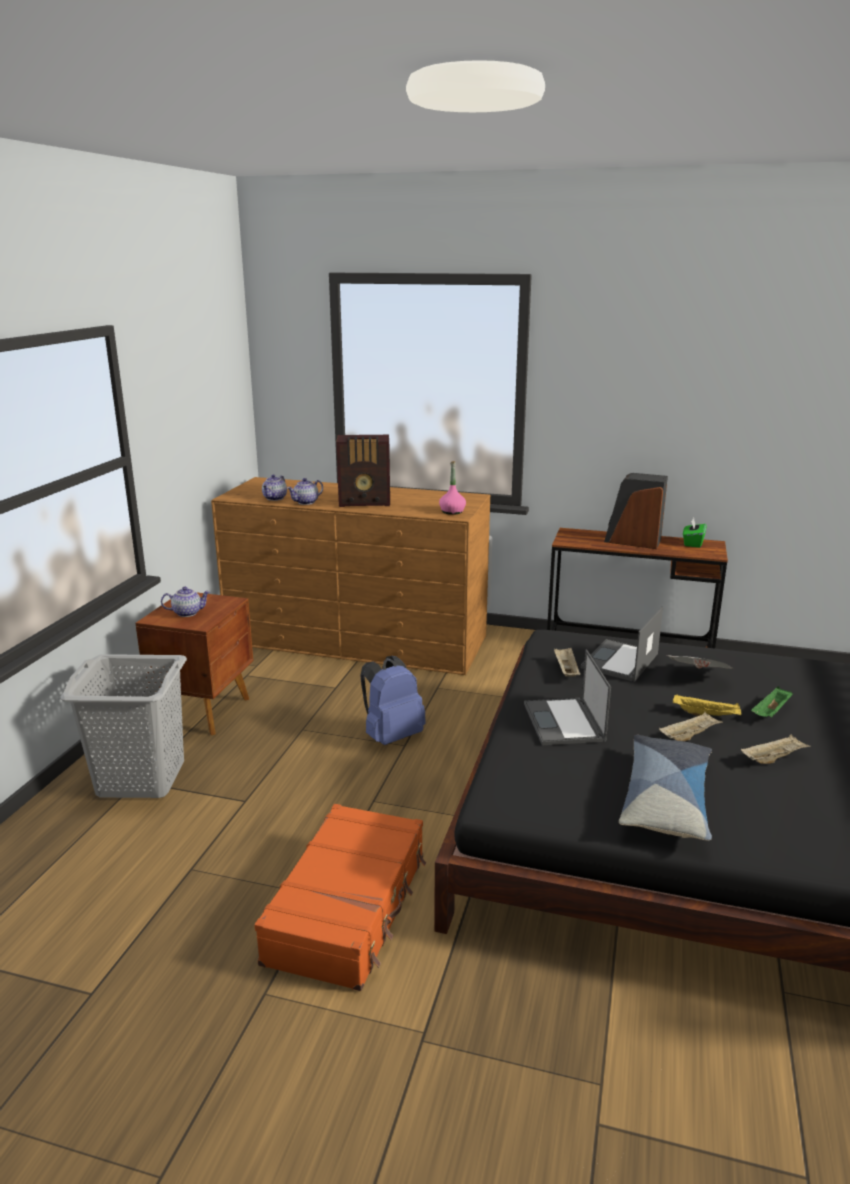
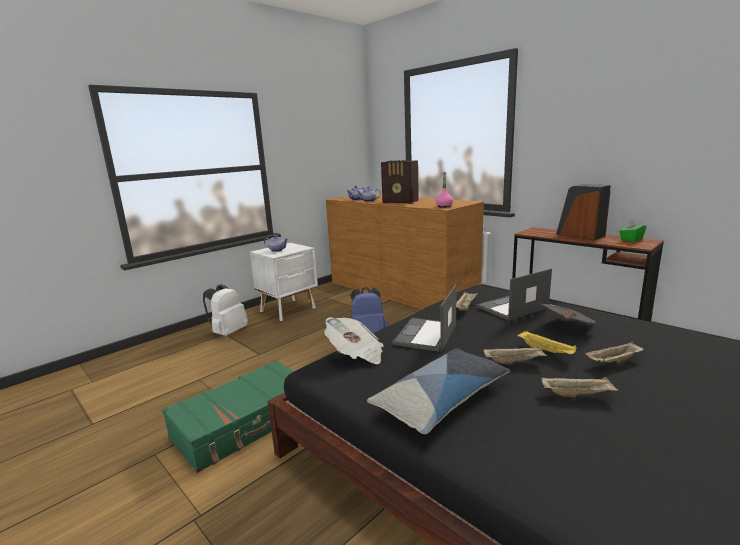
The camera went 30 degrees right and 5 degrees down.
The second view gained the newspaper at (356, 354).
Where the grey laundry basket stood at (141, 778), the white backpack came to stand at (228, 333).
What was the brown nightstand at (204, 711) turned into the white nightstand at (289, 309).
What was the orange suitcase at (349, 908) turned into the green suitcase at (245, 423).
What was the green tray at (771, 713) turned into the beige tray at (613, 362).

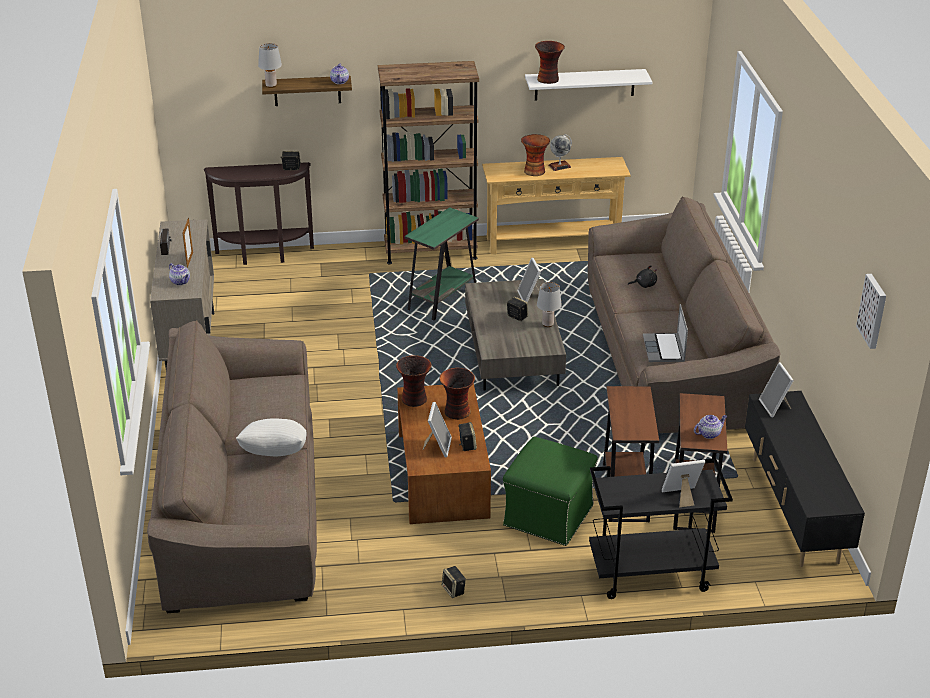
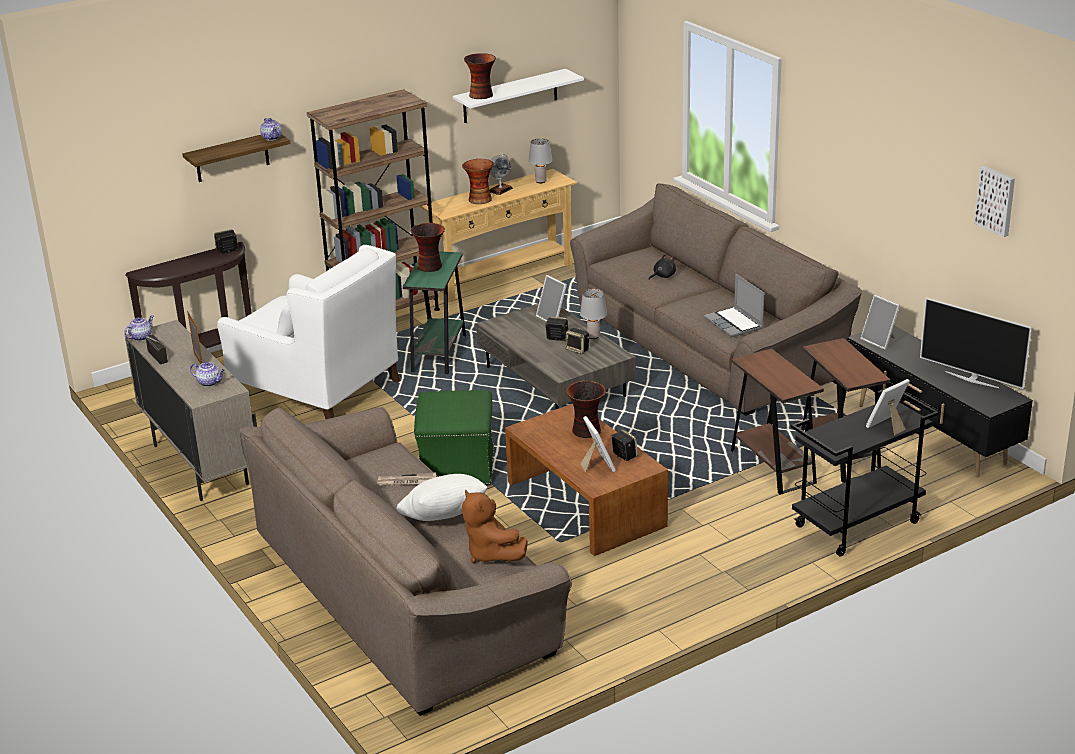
The camera went 25 degrees left and 5 degrees down.
The second view gained the white armchair at (317, 389).
The second view gained the newspaper at (406, 482).
The second view gained the brown plush toy at (491, 554).
The second view gained the television at (972, 379).
The grey table lamp ended up elsewhere, having gone from (271, 85) to (540, 181).
The vase ended up elsewhere, having gone from (415, 399) to (430, 267).
The speaker ended up elsewhere, having gone from (454, 590) to (578, 350).
The green ottoman ended up elsewhere, having gone from (548, 516) to (457, 467).
The teapot ended up elsewhere, having gone from (709, 433) to (141, 337).

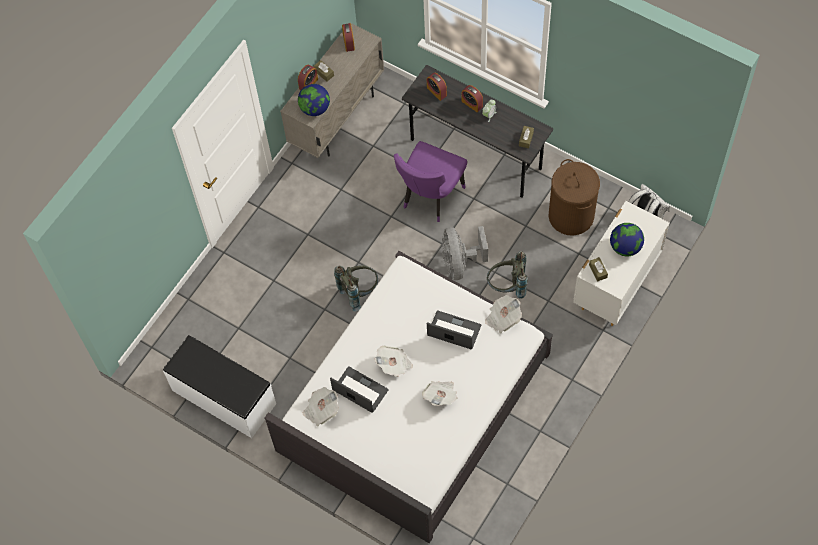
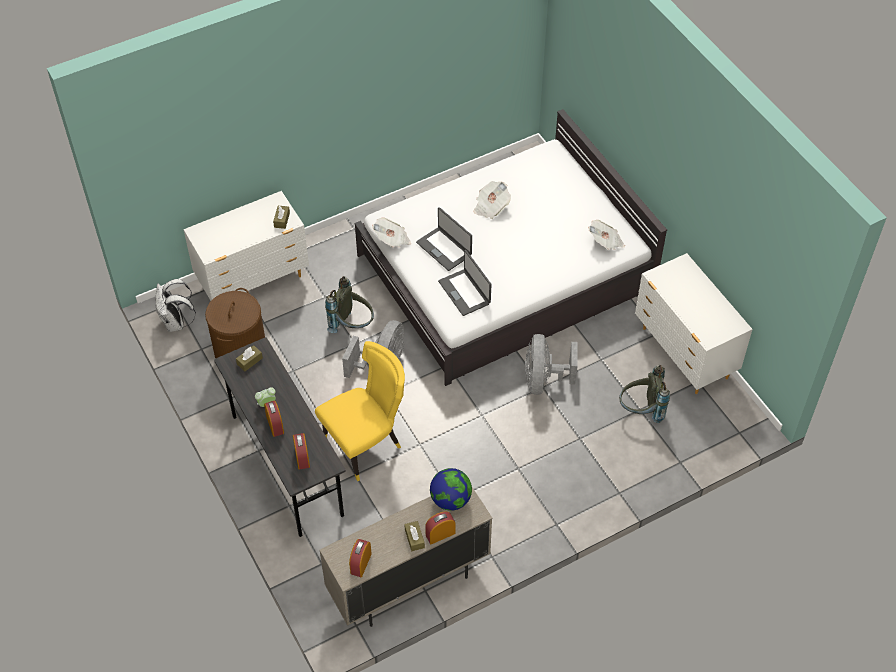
The camera went 155 degrees left and 10 degrees down.
The second view lost the newspaper at (394, 365).
The second view lost the globe at (625, 247).
The second view gained the grey fan at (544, 380).
The laptop ended up elsewhere, having gone from (360, 390) to (465, 292).
The grey backpack ended up elsewhere, having gone from (359, 292) to (641, 411).
Where the white bench stood at (223, 397), the white dresser came to stand at (684, 354).
What was the purple chair at (430, 197) turned into the yellow chair at (366, 443).

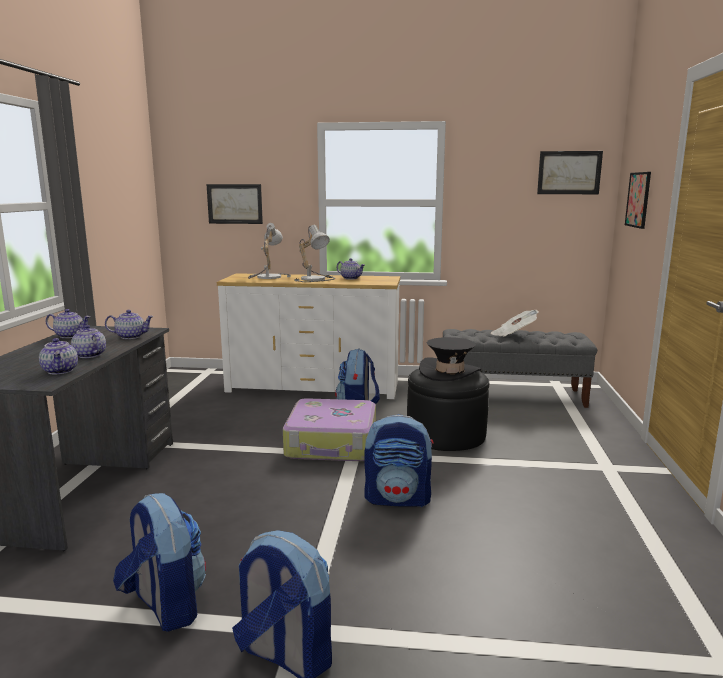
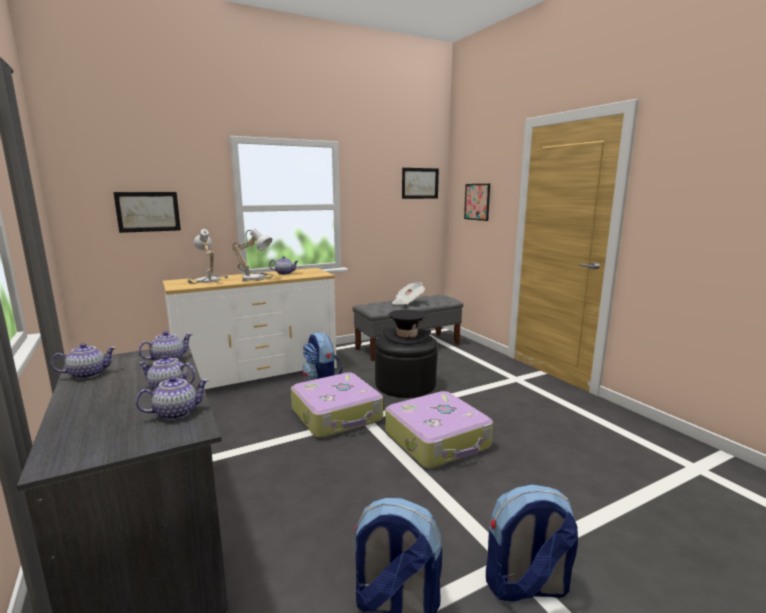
The camera went 35 degrees left and 0 degrees up.
Where the backpack stood at (398, 499), the suitcase came to stand at (438, 440).
The teapot at (61, 371) ended up facing another way, 60 degrees counterclockwise from before.

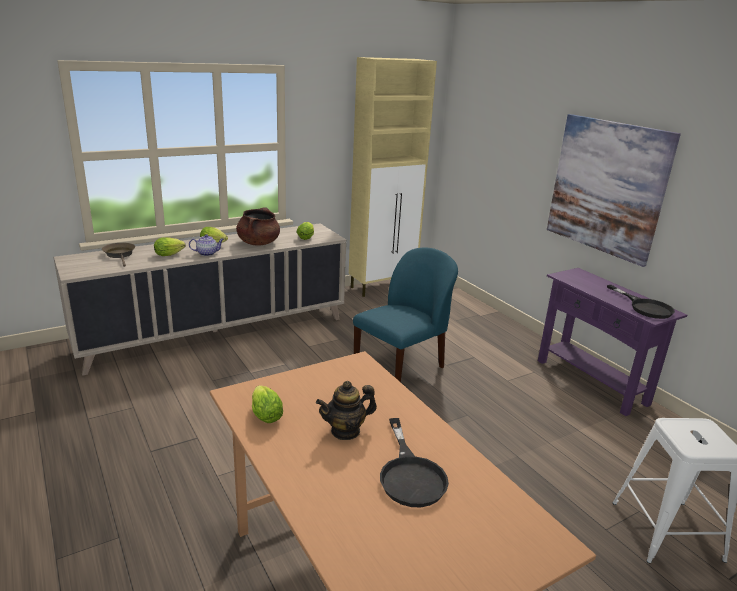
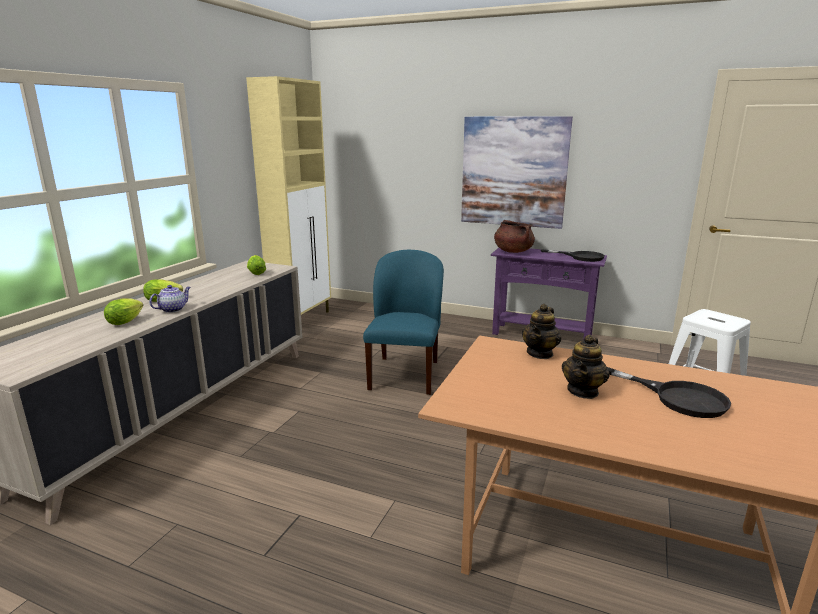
The camera went 35 degrees left and 5 degrees down.
The second view lost the brown frying pan at (120, 255).
The second view lost the lettuce at (265, 414).
The second view gained the teapot at (540, 353).
The brown cooking pot ended up elsewhere, having gone from (258, 243) to (513, 251).

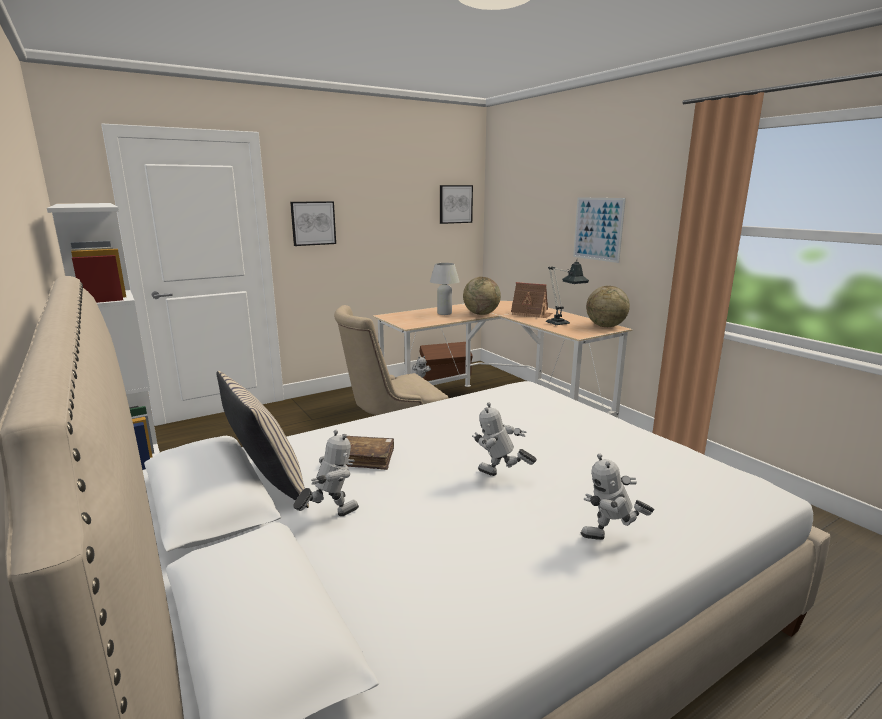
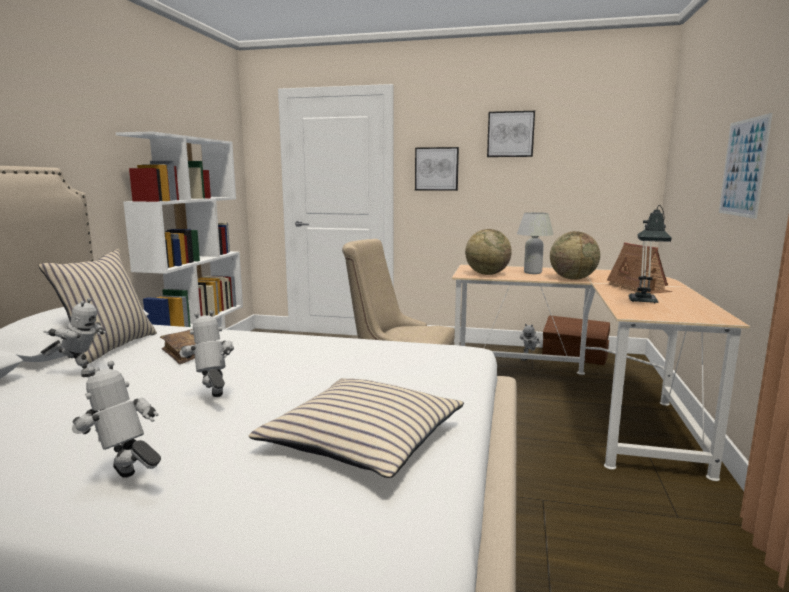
The camera went 45 degrees right and 5 degrees down.
The second view gained the beige pillow at (362, 440).
The picture ended up elsewhere, having gone from (455, 204) to (510, 134).
The globe ended up elsewhere, having gone from (605, 326) to (487, 274).

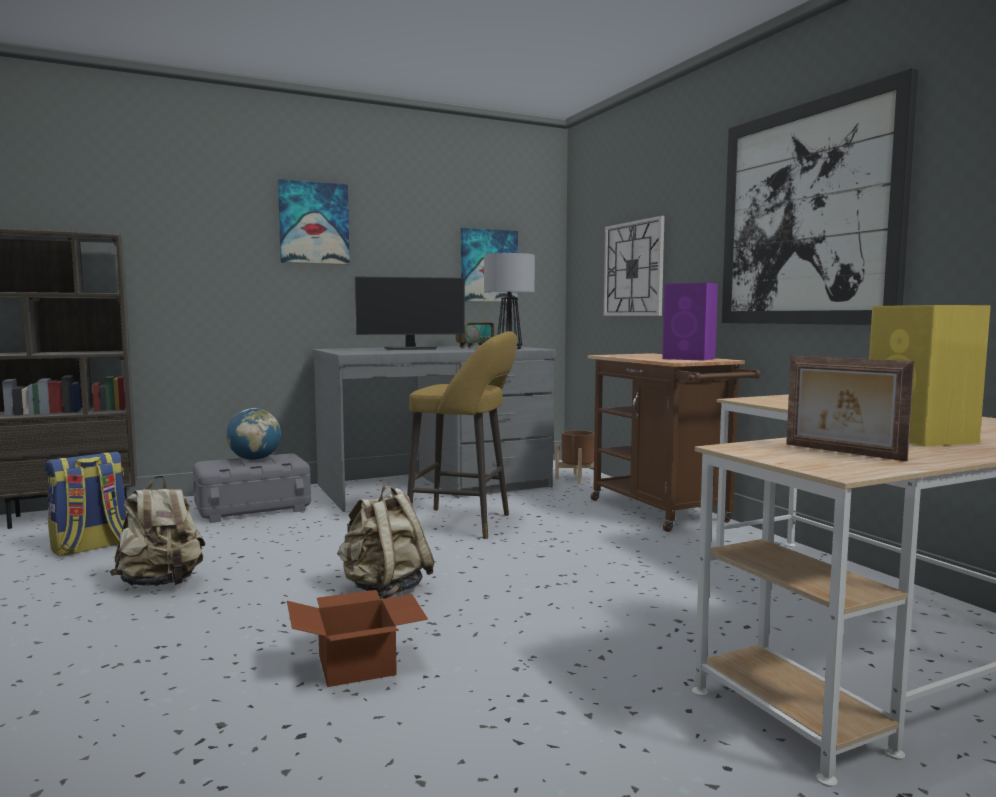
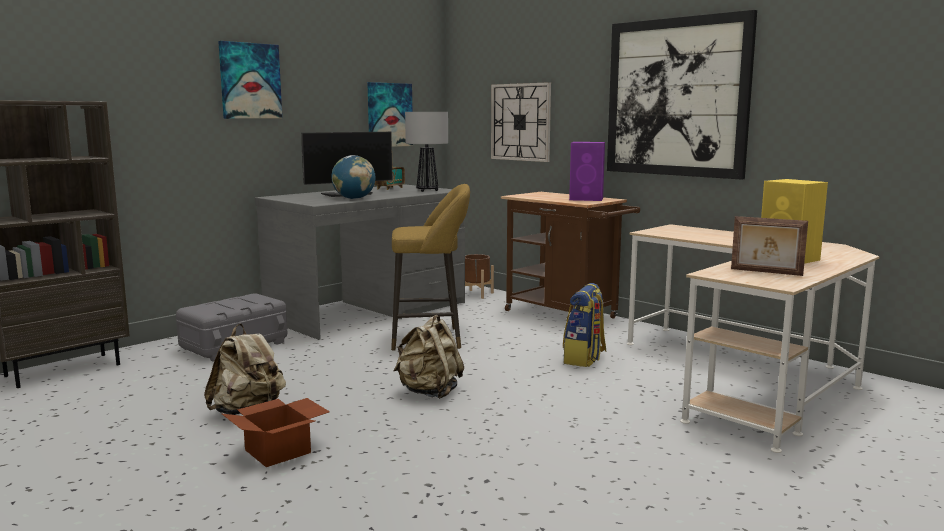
The camera went 20 degrees left and 5 degrees up.
The backpack ended up elsewhere, having gone from (90, 547) to (584, 359).
The globe ended up elsewhere, having gone from (255, 459) to (354, 199).
The cardboard box ended up elsewhere, having gone from (359, 665) to (280, 451).

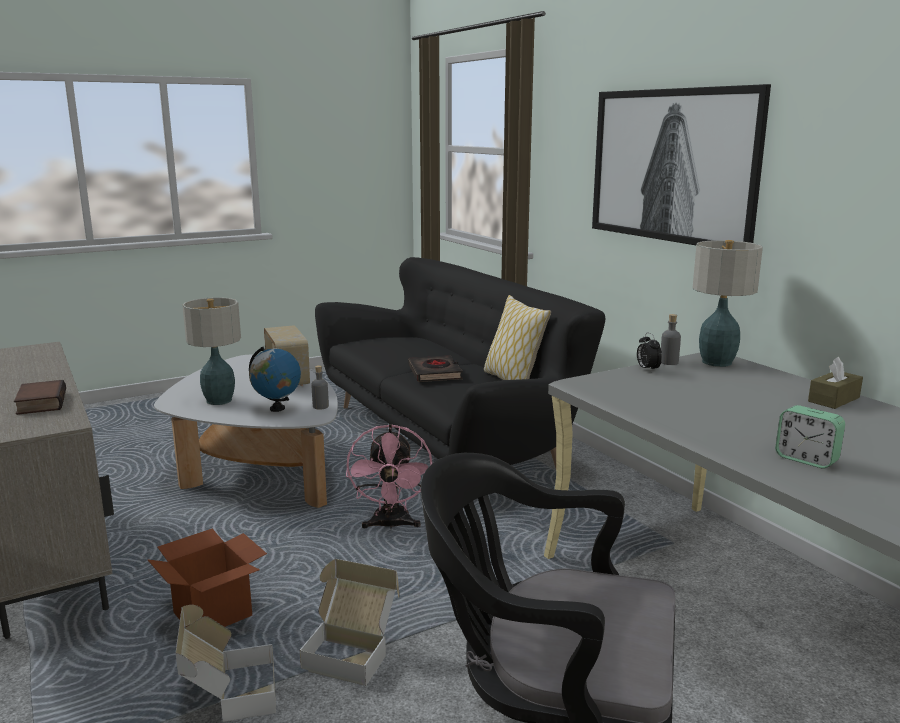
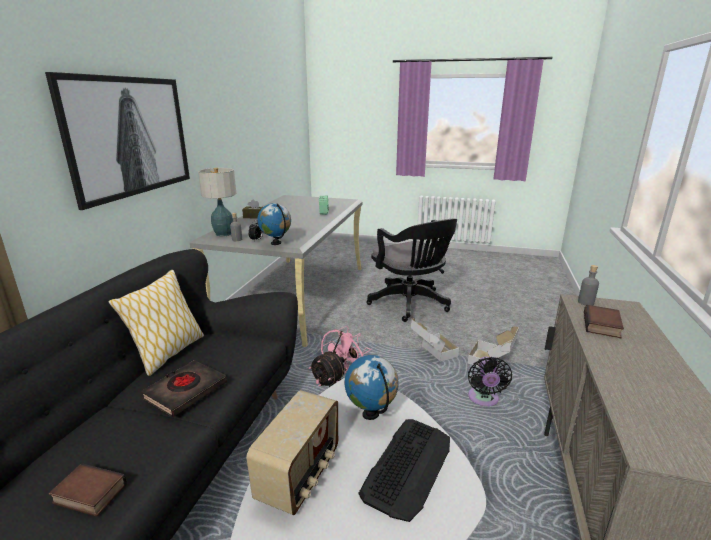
The camera went 135 degrees left and 5 degrees up.
The second view gained the book at (88, 494).
The second view gained the globe at (276, 243).
The grey bottle ended up elsewhere, having gone from (320, 406) to (586, 302).
Where the cardboard box stood at (213, 616), the black fan came to stand at (483, 399).
Where the table lamp stood at (219, 401), the keyboard came to stand at (408, 466).

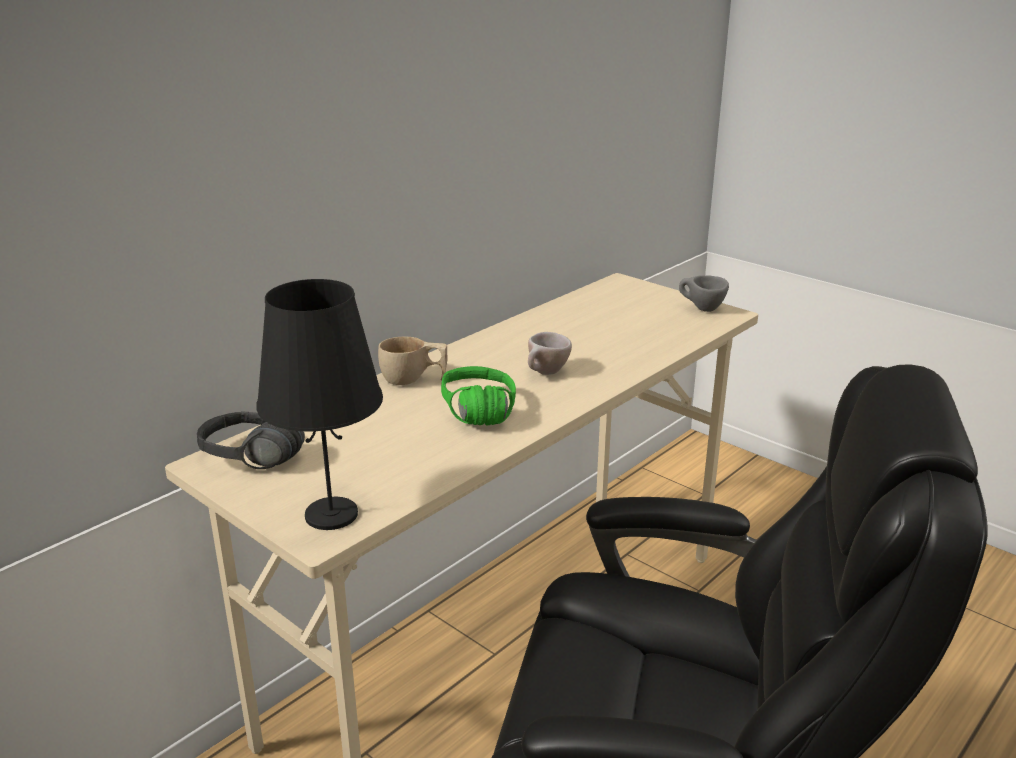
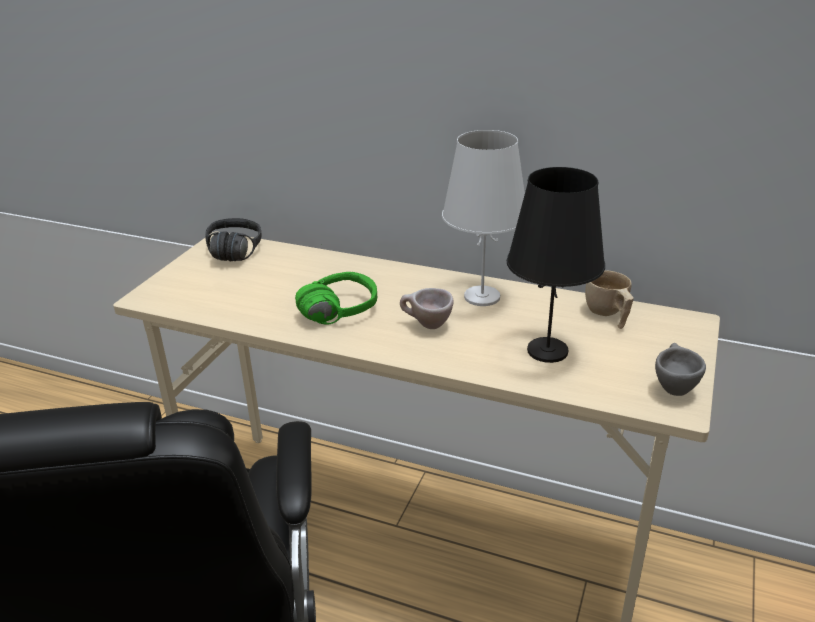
The camera went 70 degrees right and 5 degrees up.
The second view gained the white table lamp at (482, 297).
The black table lamp ended up elsewhere, having gone from (332, 514) to (548, 351).
The beige cup ended up elsewhere, having gone from (413, 380) to (608, 315).

